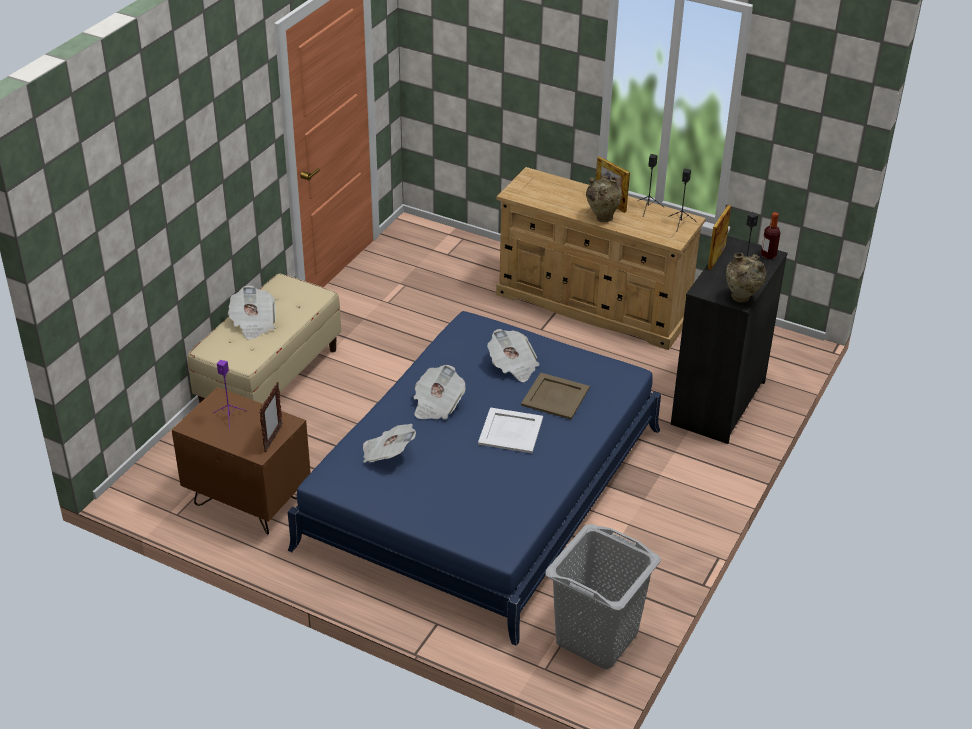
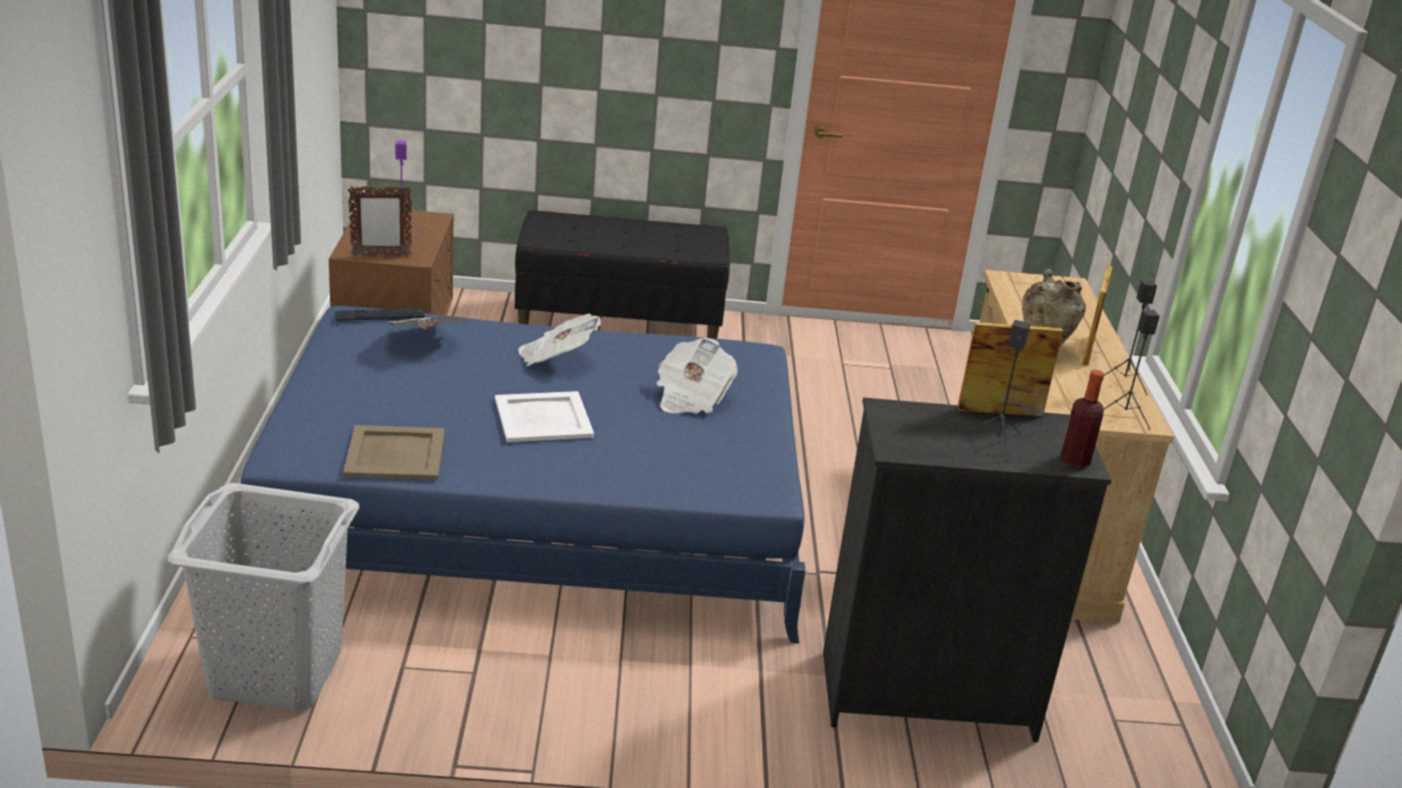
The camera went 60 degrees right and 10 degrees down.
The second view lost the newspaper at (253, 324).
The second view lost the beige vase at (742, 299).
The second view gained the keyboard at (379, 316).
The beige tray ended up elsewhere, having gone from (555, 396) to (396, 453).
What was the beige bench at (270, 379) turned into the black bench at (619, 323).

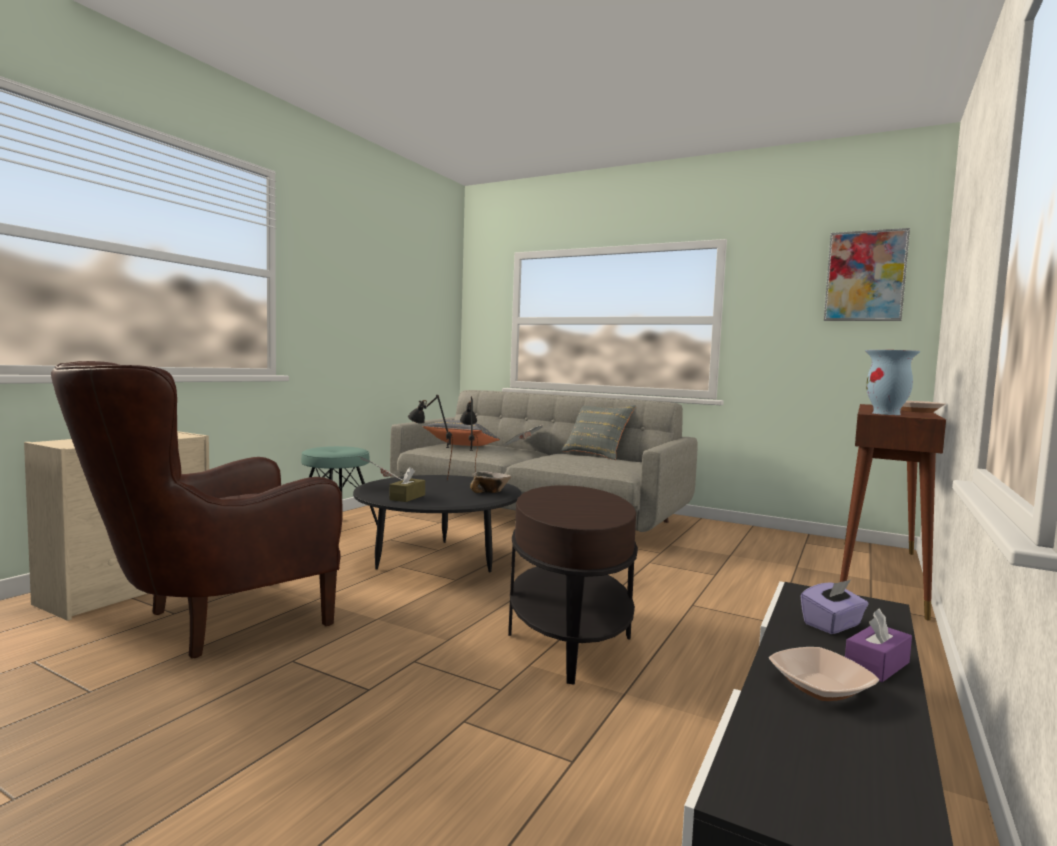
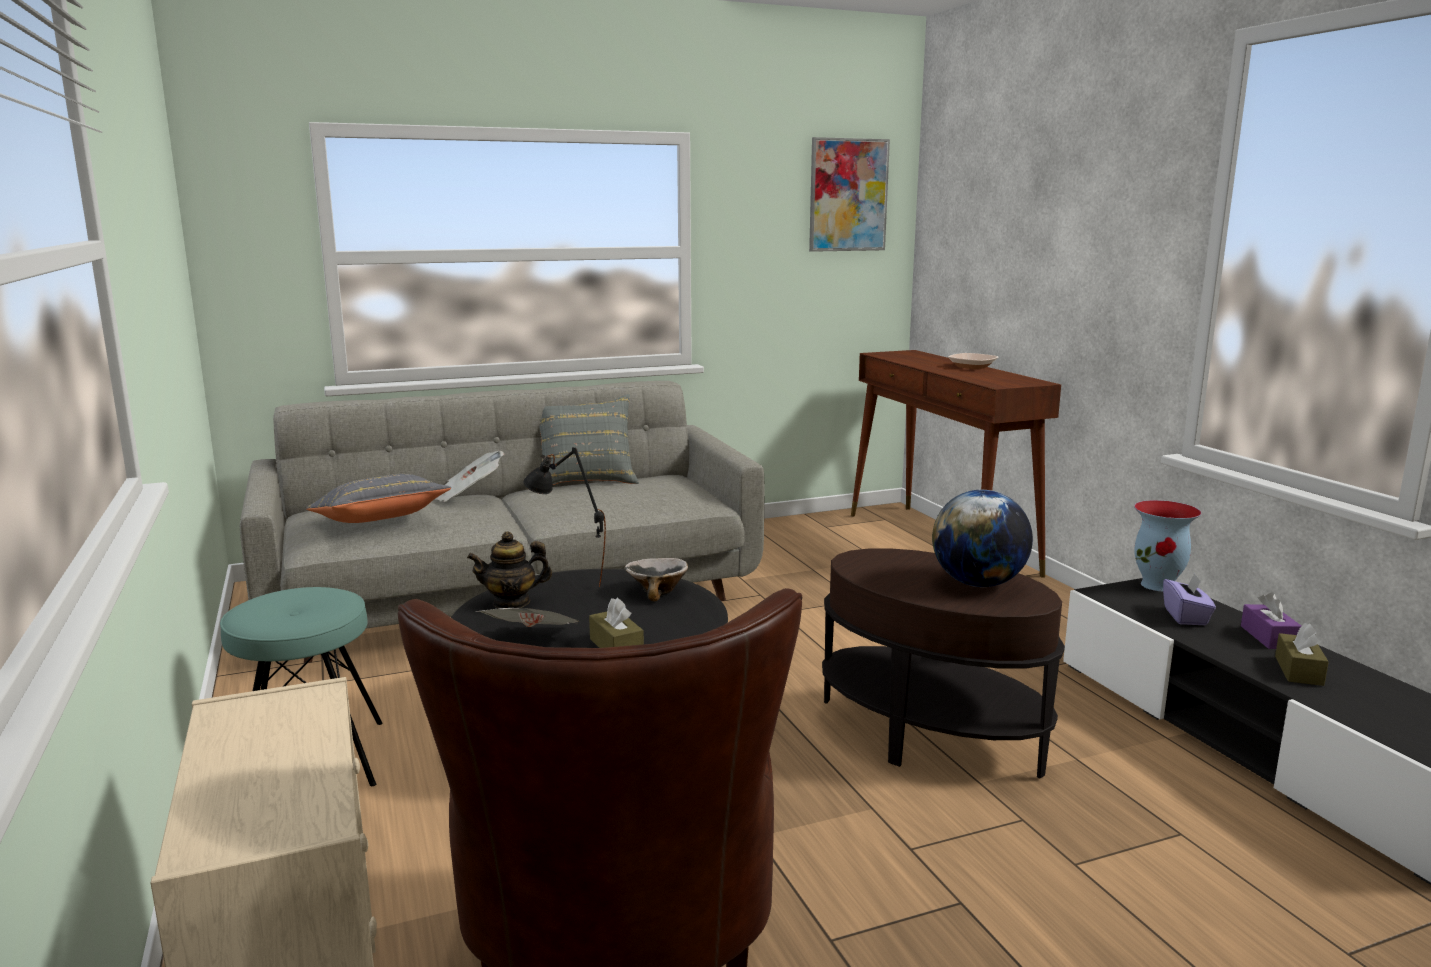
The camera went 50 degrees left and 10 degrees up.
The second view gained the globe at (978, 584).
The vase ended up elsewhere, having gone from (887, 414) to (1159, 585).
Where the black table lamp stood at (428, 478), the teapot came to stand at (511, 602).
Where the bowl stood at (820, 687), the brown tissue box came to stand at (1298, 670).

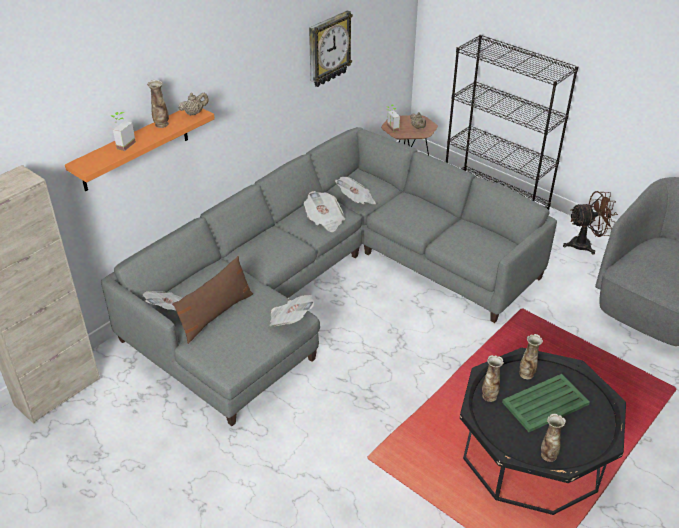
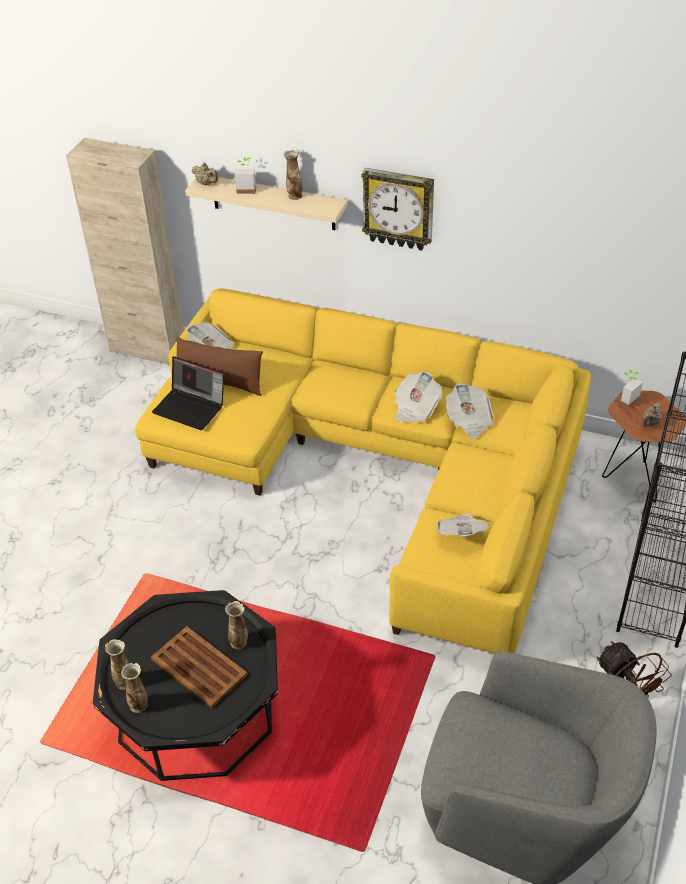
The camera went 70 degrees right and 5 degrees up.
The second view gained the laptop at (191, 407).
The beige teapot ended up elsewhere, having gone from (194, 113) to (206, 184).
The newspaper ended up elsewhere, having gone from (290, 319) to (461, 534).
The wall clock ended up elsewhere, having gone from (328, 49) to (398, 208).
The vase ended up elsewhere, having gone from (489, 395) to (139, 705).
What was the orange shelf at (135, 148) turned into the beige shelf at (273, 202).
What was the grey sofa at (326, 284) turned into the yellow sofa at (379, 467).
What was the green tray at (546, 403) turned into the brown tray at (199, 668).

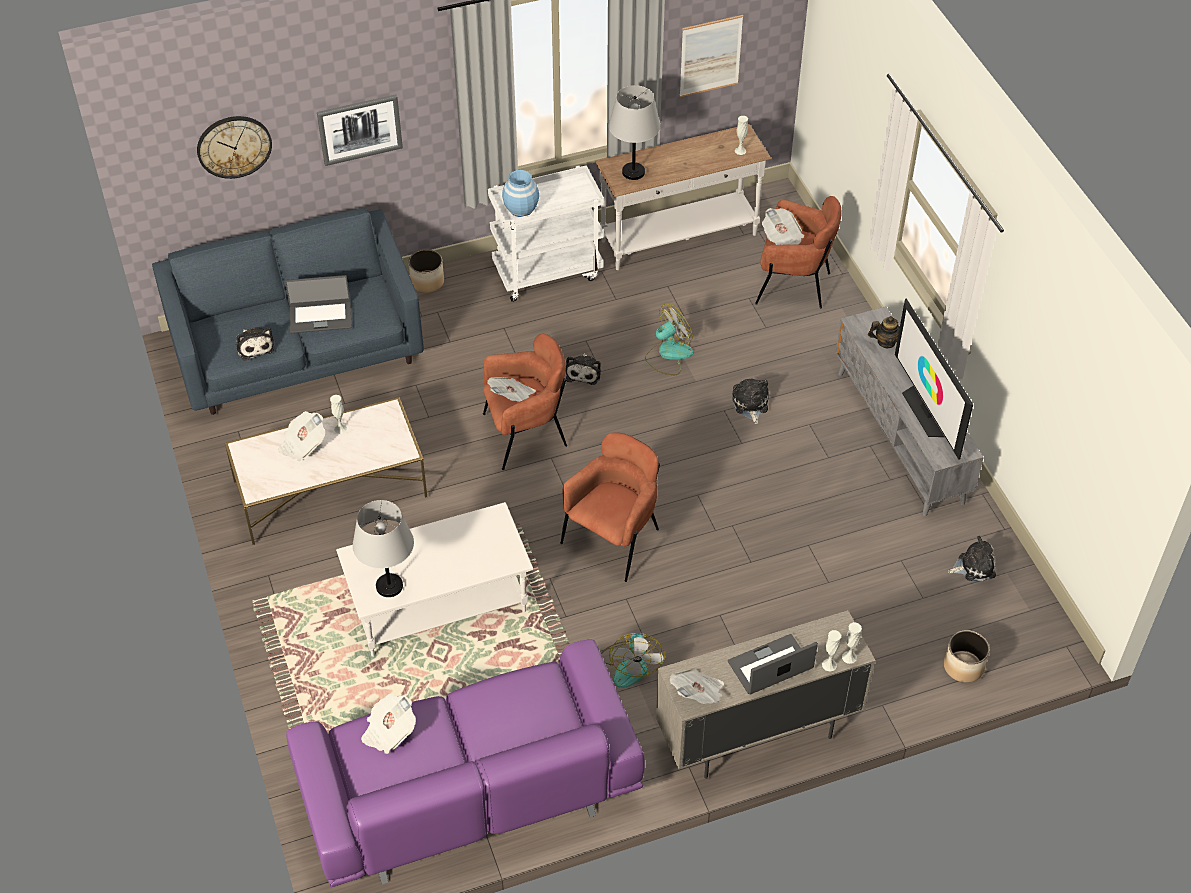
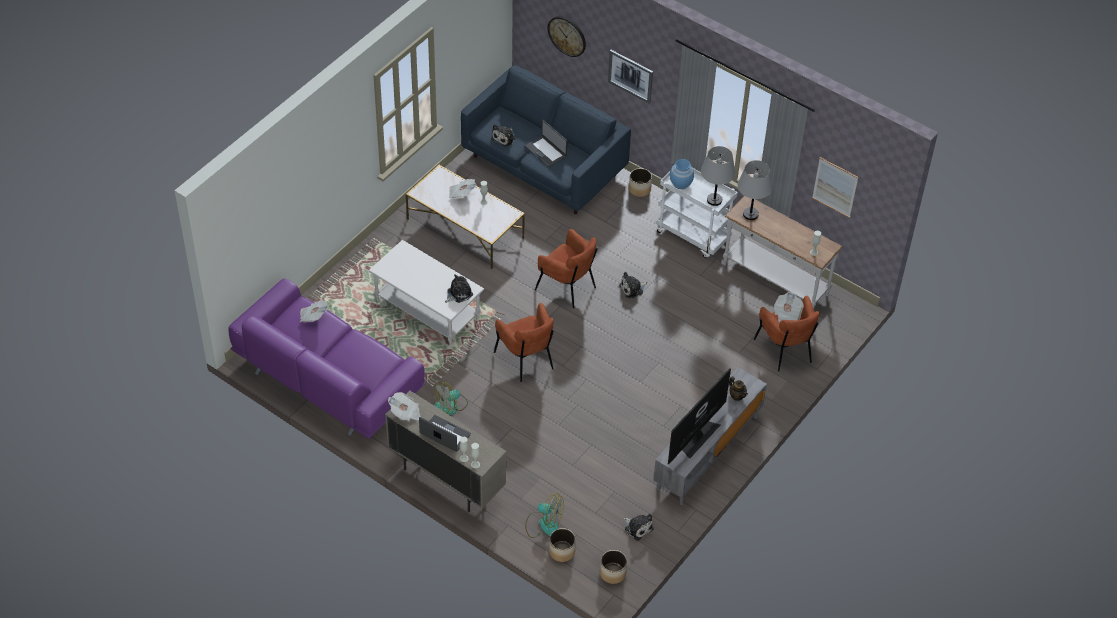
The camera went 55 degrees right and 0 degrees up.
The second view lost the newspaper at (512, 397).
The second view gained the planter at (613, 573).
The grey table lamp ended up elsewhere, having gone from (389, 586) to (714, 200).
The fan ended up elsewhere, having gone from (668, 354) to (543, 524).
The plush toy ended up elsewhere, having gone from (750, 405) to (458, 293).
The brown armchair at (614, 539) ended up facing another way, 60 degrees clockwise from before.

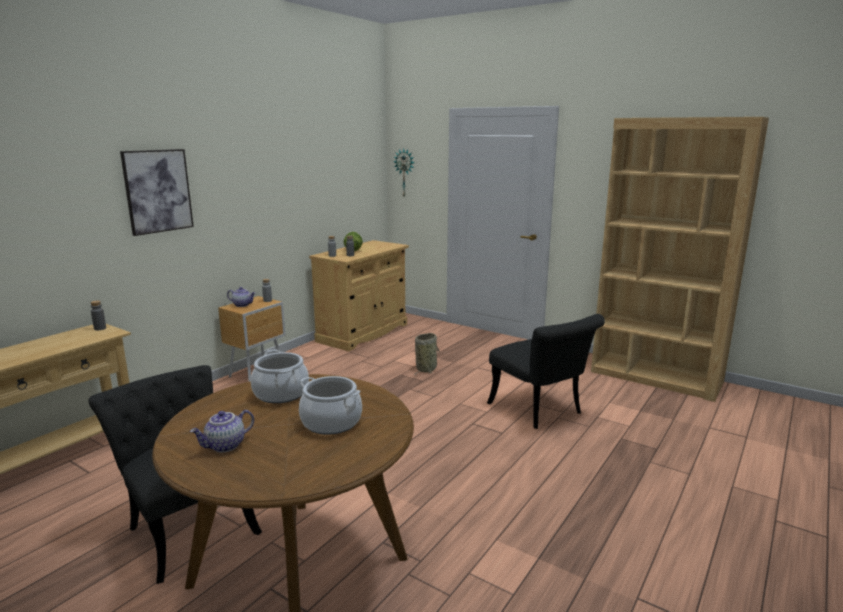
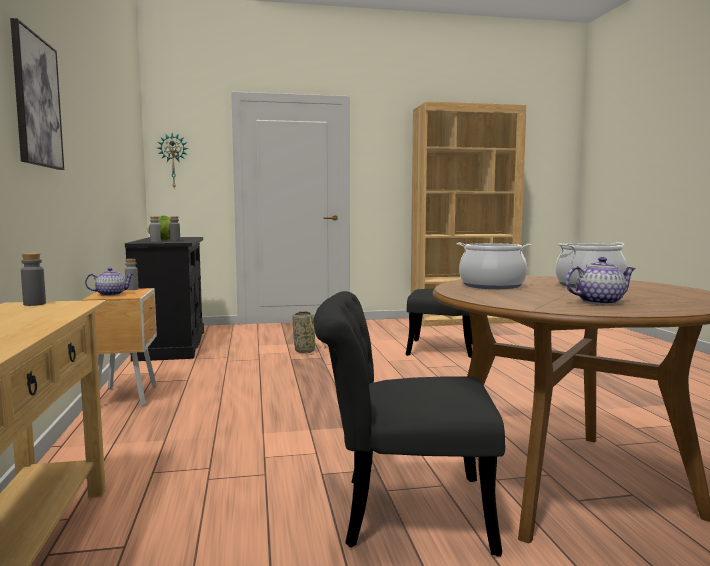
The camera went 45 degrees left and 10 degrees down.
What was the beige cabinet at (363, 333) turned into the black cabinet at (172, 345).
The teapot at (225, 446) ended up facing another way, 105 degrees counterclockwise from before.

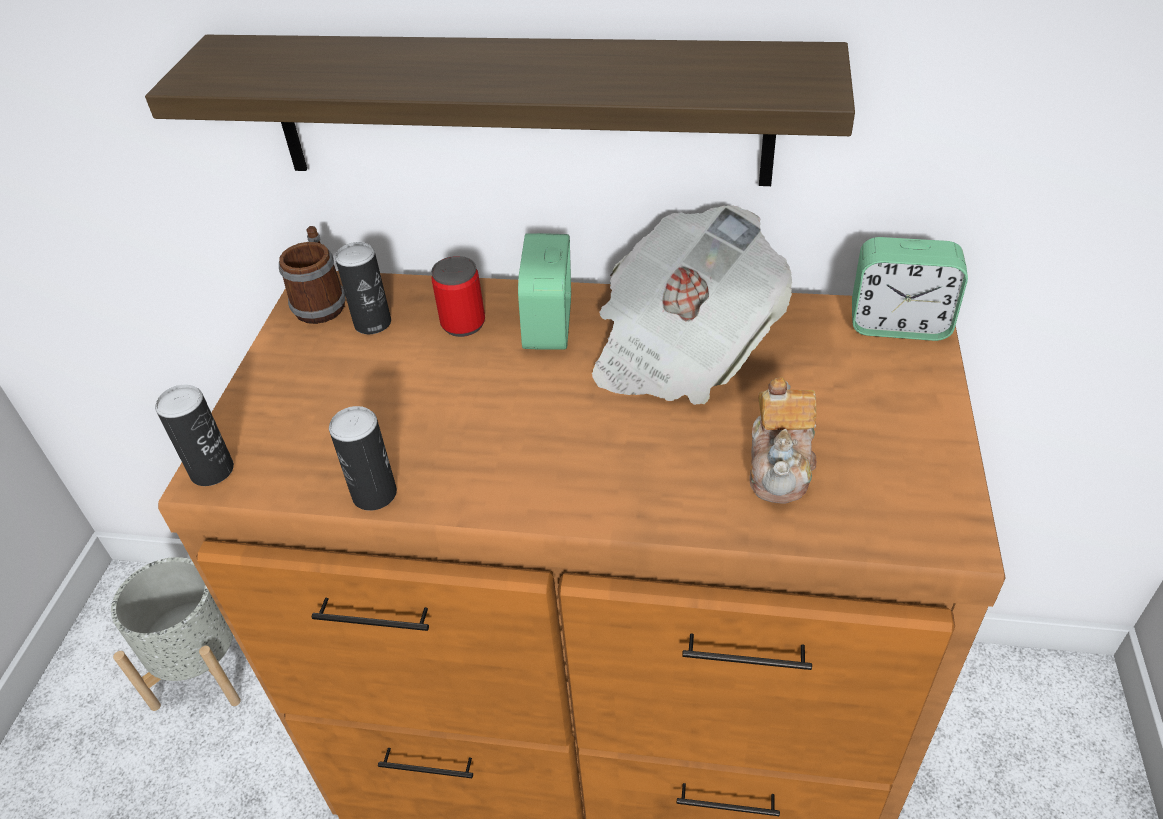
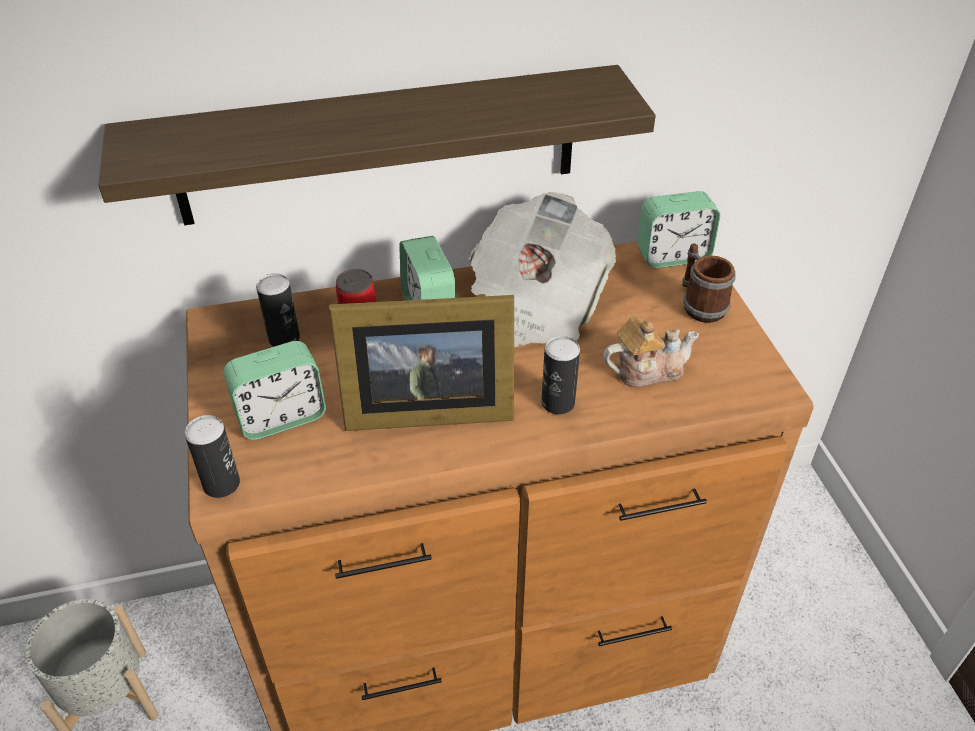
The camera went 25 degrees left and 0 degrees up.
The second view gained the alarm clock at (281, 417).
The second view gained the picture frame at (423, 408).
The mug ended up elsewhere, having gone from (322, 302) to (699, 304).
The can ended up elsewhere, having gone from (374, 494) to (558, 403).
The teapot at (781, 465) ended up facing another way, 90 degrees counterclockwise from before.

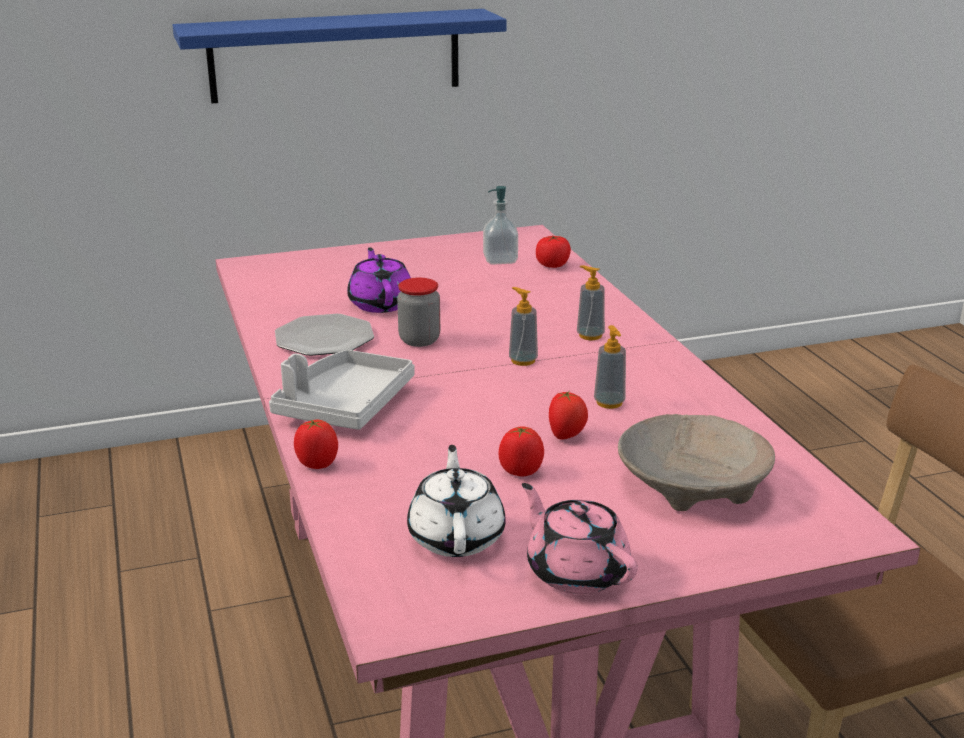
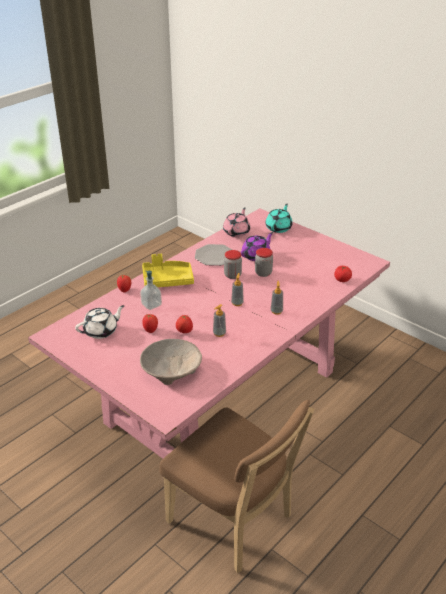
The camera went 60 degrees right and 10 degrees up.
The second view lost the blue shelf at (336, 55).
The second view gained the jar at (263, 273).
The second view gained the turquoise teapot at (279, 228).
The soap dispenser ended up elsewhere, having gone from (500, 260) to (151, 305).
The pink teapot ended up elsewhere, having gone from (576, 571) to (237, 232).
What was the grey tray at (344, 406) turned into the yellow tray at (167, 280).

